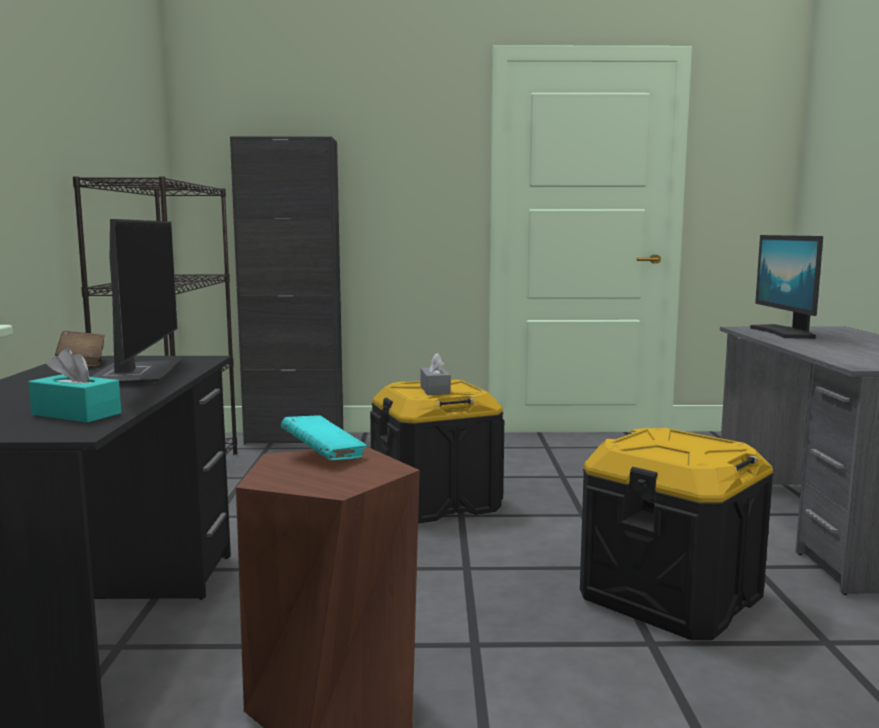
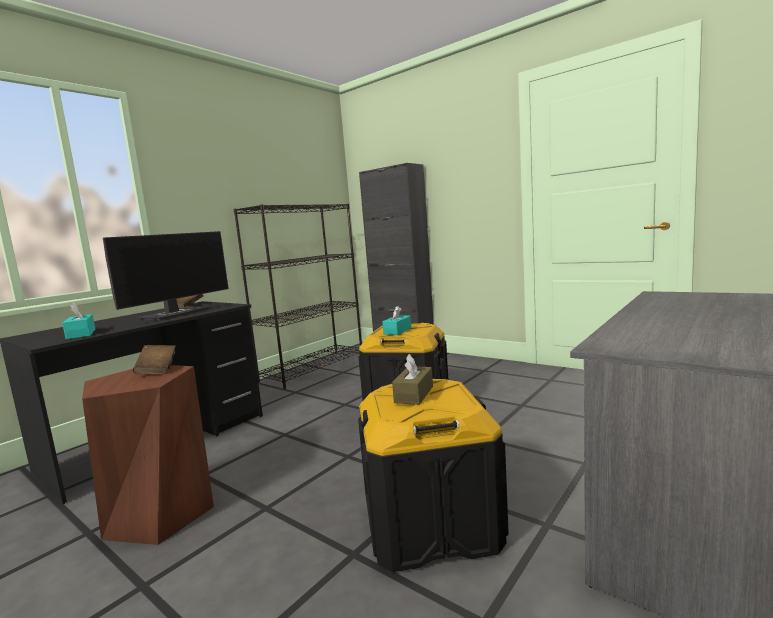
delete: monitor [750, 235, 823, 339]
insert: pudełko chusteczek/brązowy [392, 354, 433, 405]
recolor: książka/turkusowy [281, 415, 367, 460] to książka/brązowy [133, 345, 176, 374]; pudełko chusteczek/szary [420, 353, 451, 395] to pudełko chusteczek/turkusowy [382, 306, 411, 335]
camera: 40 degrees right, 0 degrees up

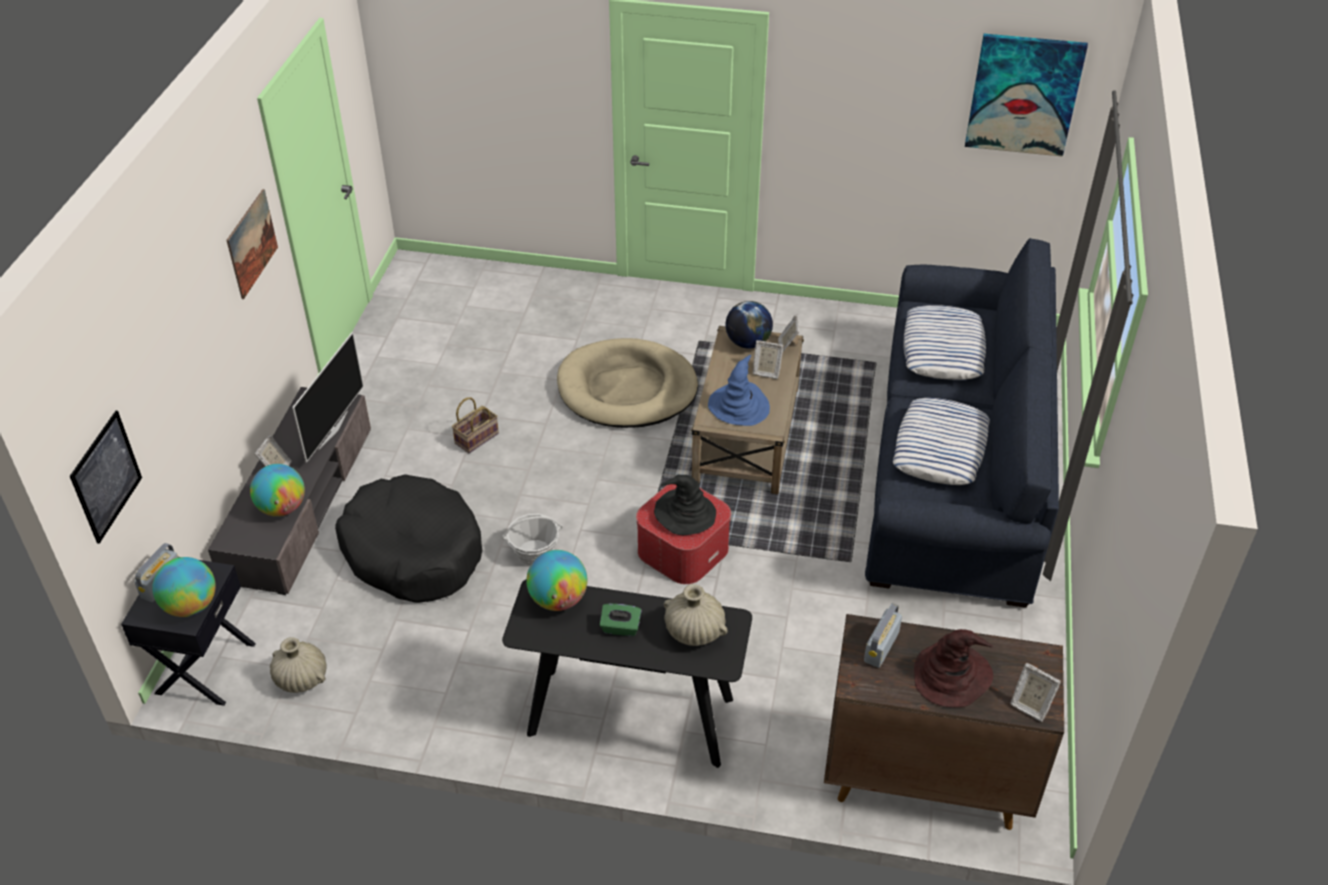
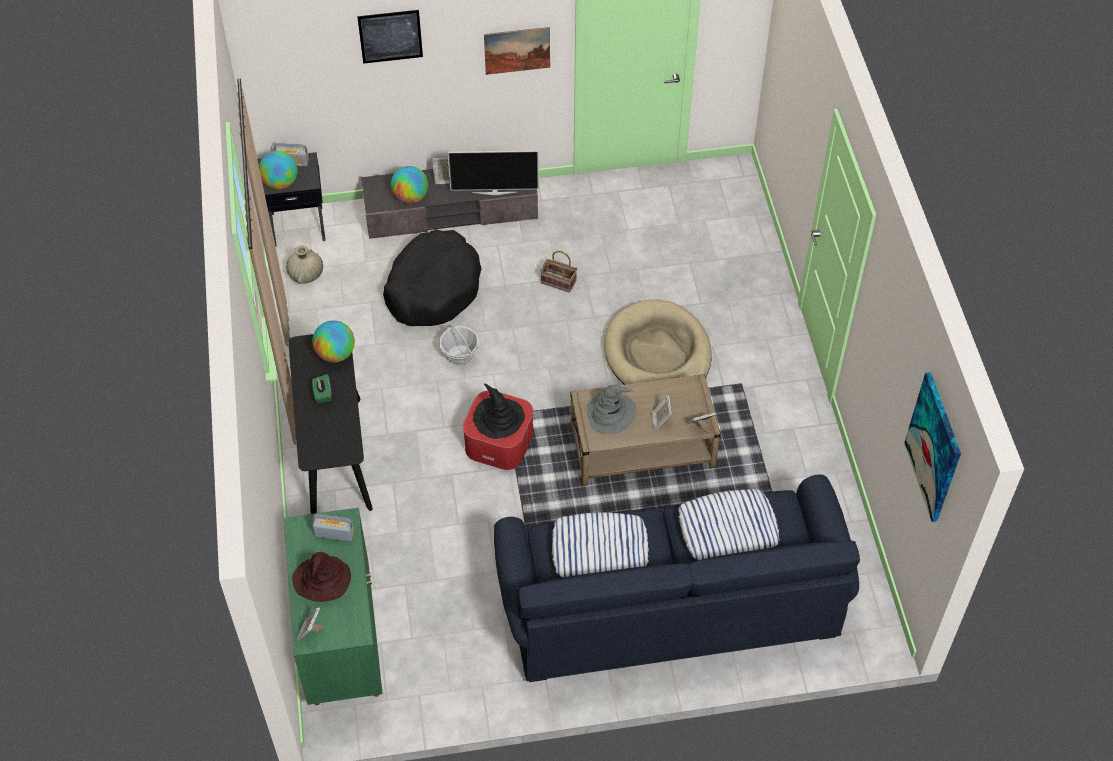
delete: wazon/beżowy [664, 584, 728, 646]; globus [725, 301, 773, 349]
move: obraz [70, 411, 142, 544] to [357, 10, 423, 64]
recolor: kapelusz/niebieski [708, 355, 770, 426] to kapelusz/szary [587, 385, 637, 434]; szafka/brązowy [824, 614, 1064, 830] to szafka/zielony [284, 508, 383, 705]
camera: 70 degrees right, 10 degrees up

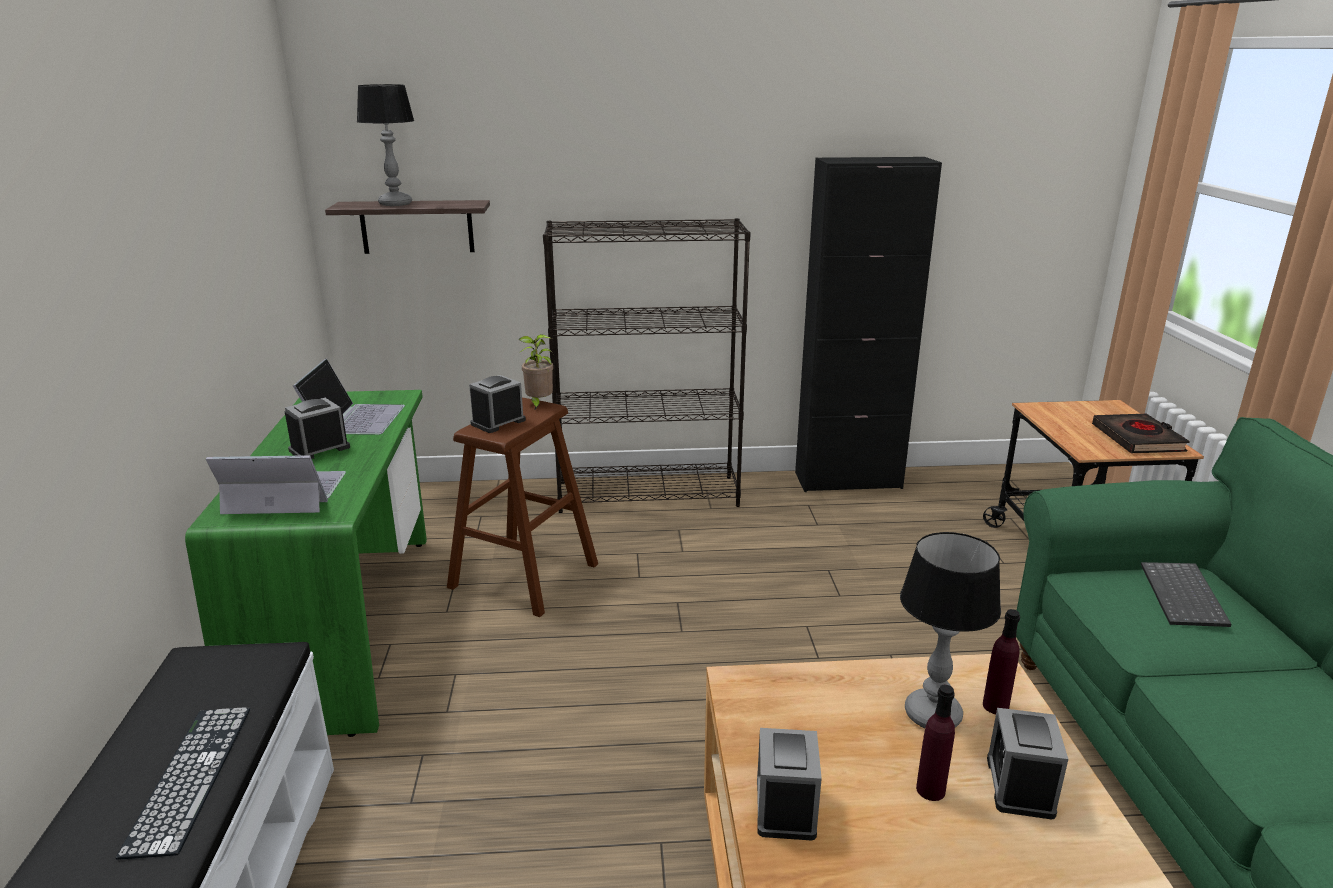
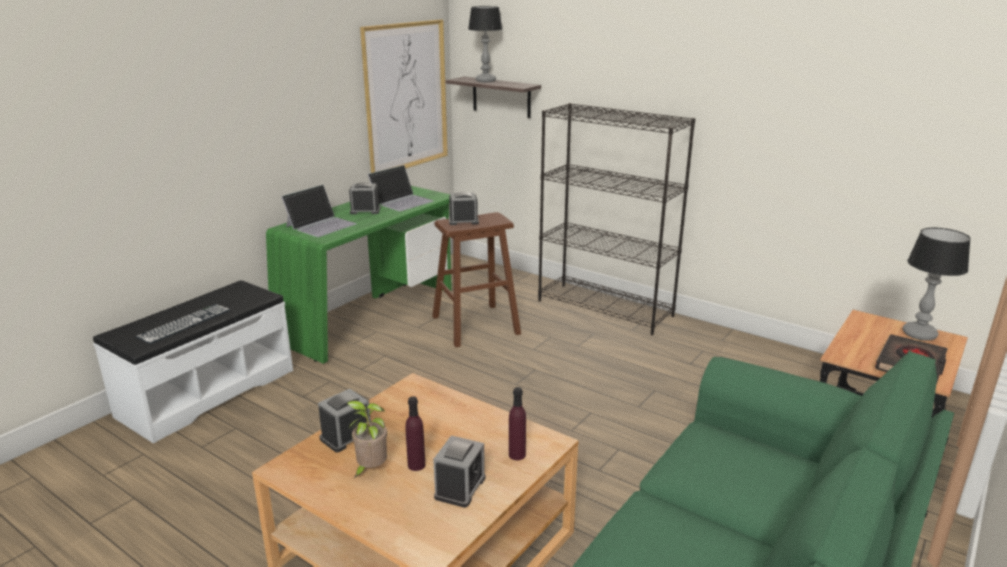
delete: szafka/czarny [795, 157, 942, 492]; klawiatura [1141, 562, 1231, 627]
insert: obraz [360, 20, 448, 173]
move: roślina doniczkowa [519, 334, 554, 411] to [347, 401, 387, 478]; lampa stołowa [900, 532, 1001, 728] to [903, 227, 971, 341]
rotate: laptop [206, 455, 346, 514] = [281, 185, 357, 237] 90 degrees clockwise; budzik [987, 708, 1068, 819] = [433, 436, 485, 508] 150 degrees clockwise
camera: 40 degrees right, 0 degrees up

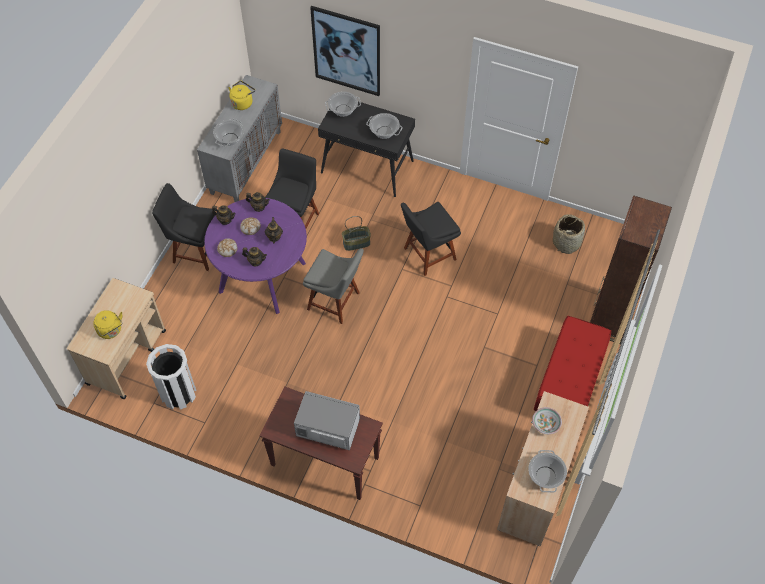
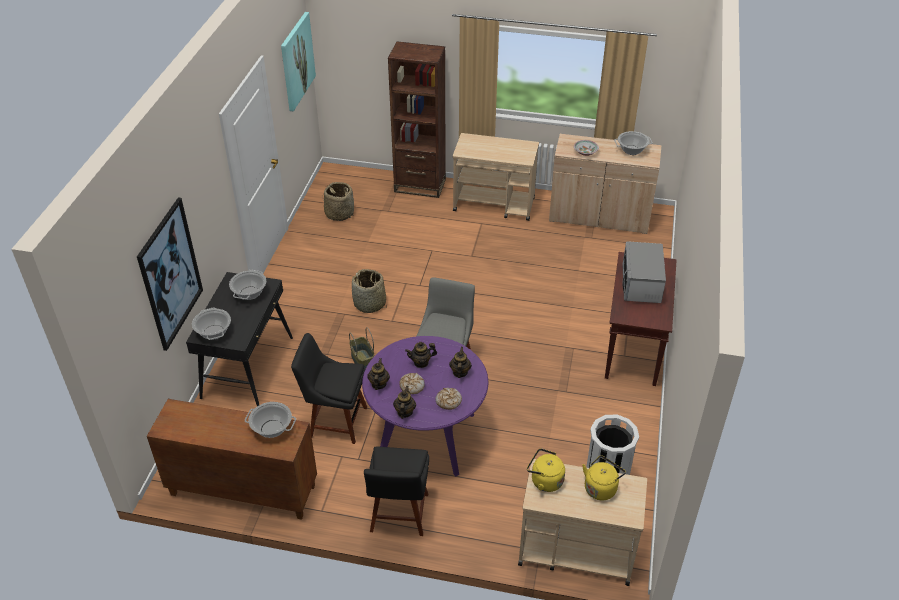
insert: obraz [281, 12, 316, 112]
move: czajnik/żółty [228, 81, 255, 110] to [527, 448, 565, 492]
replace: krzesło/czarny [401, 202, 461, 276] to koszyk [352, 269, 386, 313]; ławka/czerwony [534, 316, 611, 411] to wózek/beżowy [453, 133, 539, 221]
recolor: szafka/szary [197, 75, 282, 202] to szafka/brązowy [147, 399, 317, 520]
camera: 100 degrees left, 15 degrees down

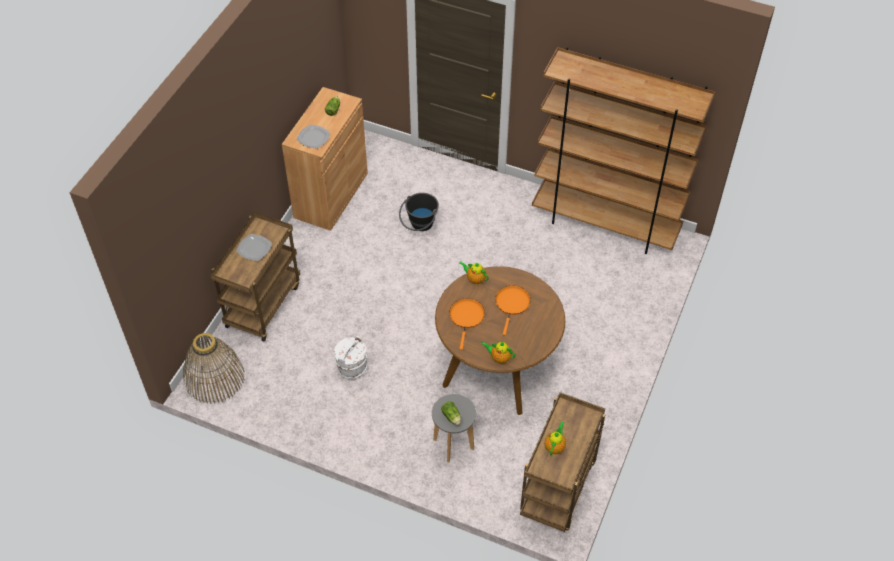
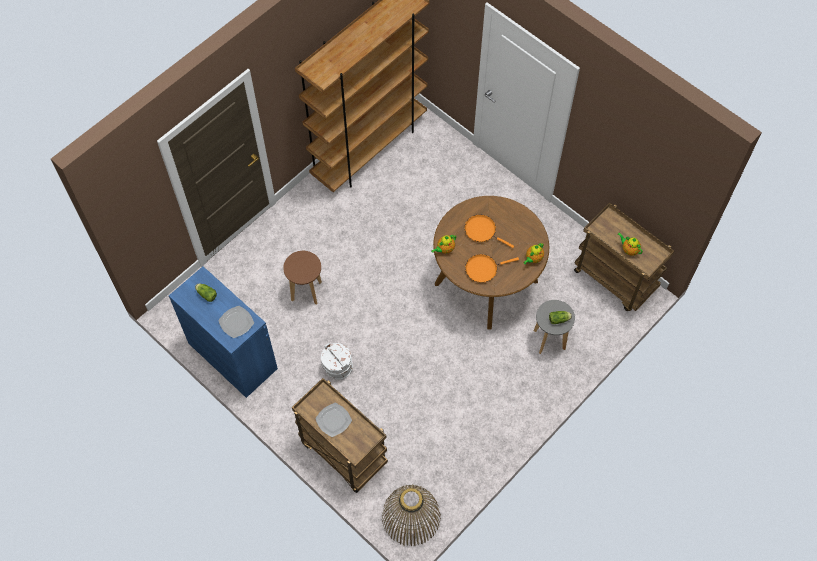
move: wiadro/biały [334, 336, 368, 379] to [321, 343, 353, 380]
replace: wiadro/czarny [399, 193, 439, 231] to stołek/brązowy [283, 251, 322, 304]
recolor: szafka/brązowy [282, 87, 368, 231] to szafka/niebieski [169, 266, 278, 398]
rotate: patelnia/pomarańczowy [449, 298, 485, 350] = [465, 254, 519, 283] 45 degrees counterclockwise
camera: 70 degrees left, 10 degrees up

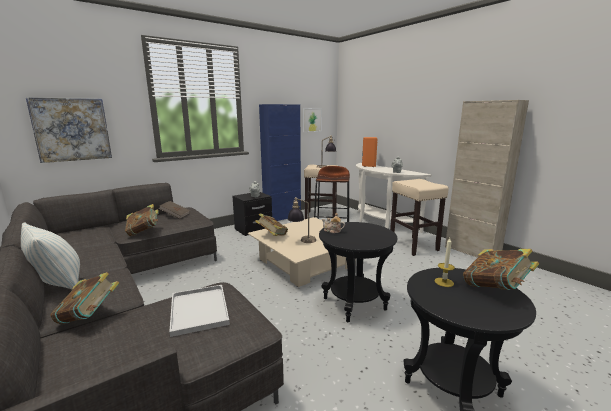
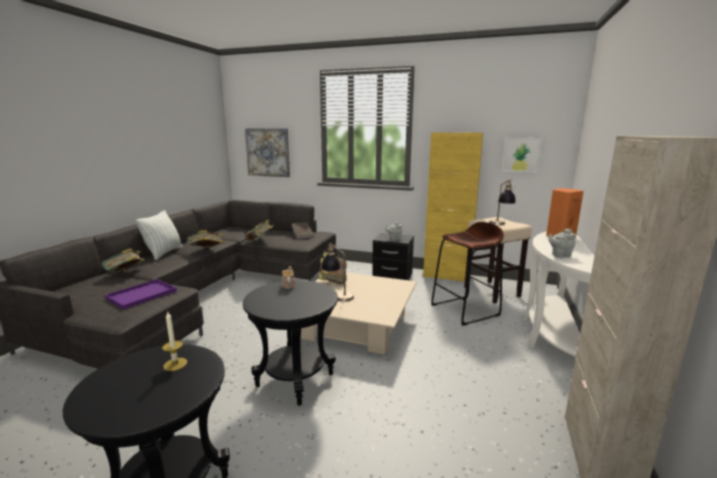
delete: stołek/beżowy [390, 179, 449, 256]
move: książka [463, 249, 539, 290] to [187, 230, 224, 248]
recolor: taca/biały [169, 285, 230, 337] to taca/fioletowy [105, 279, 177, 309]; szafka/niebieski [259, 104, 301, 221] to szafka/żółty [423, 132, 483, 282]
camera: 55 degrees right, 0 degrees up

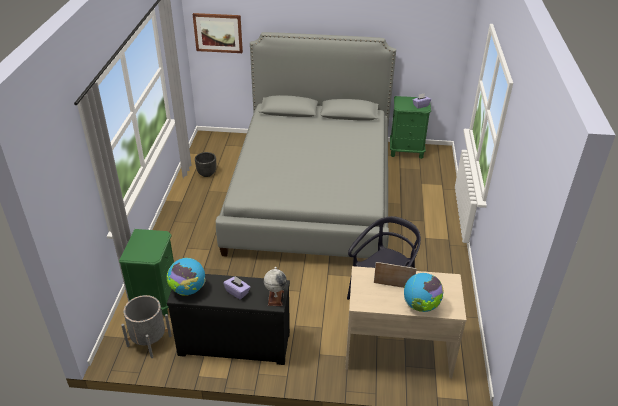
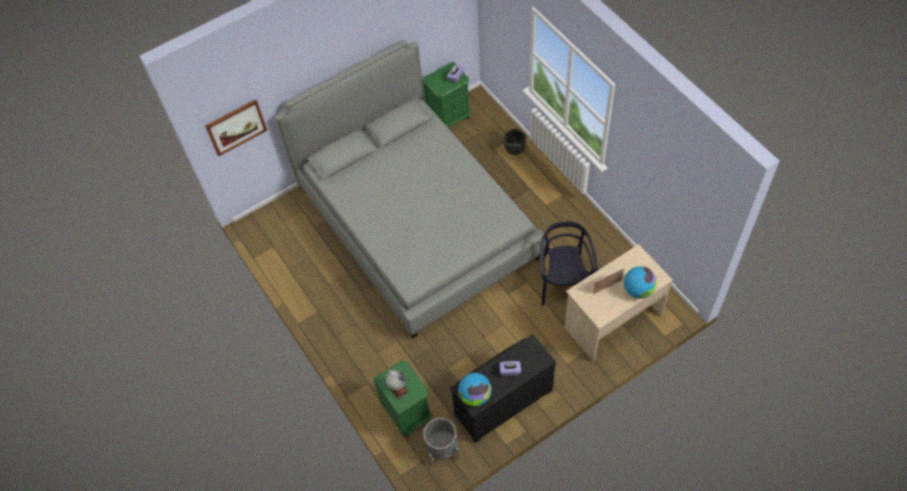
move: donica/czarny [195, 152, 216, 177] to [504, 129, 526, 155]; globus [264, 267, 287, 306] to [386, 370, 408, 399]
camera: 35 degrees left, 20 degrees up

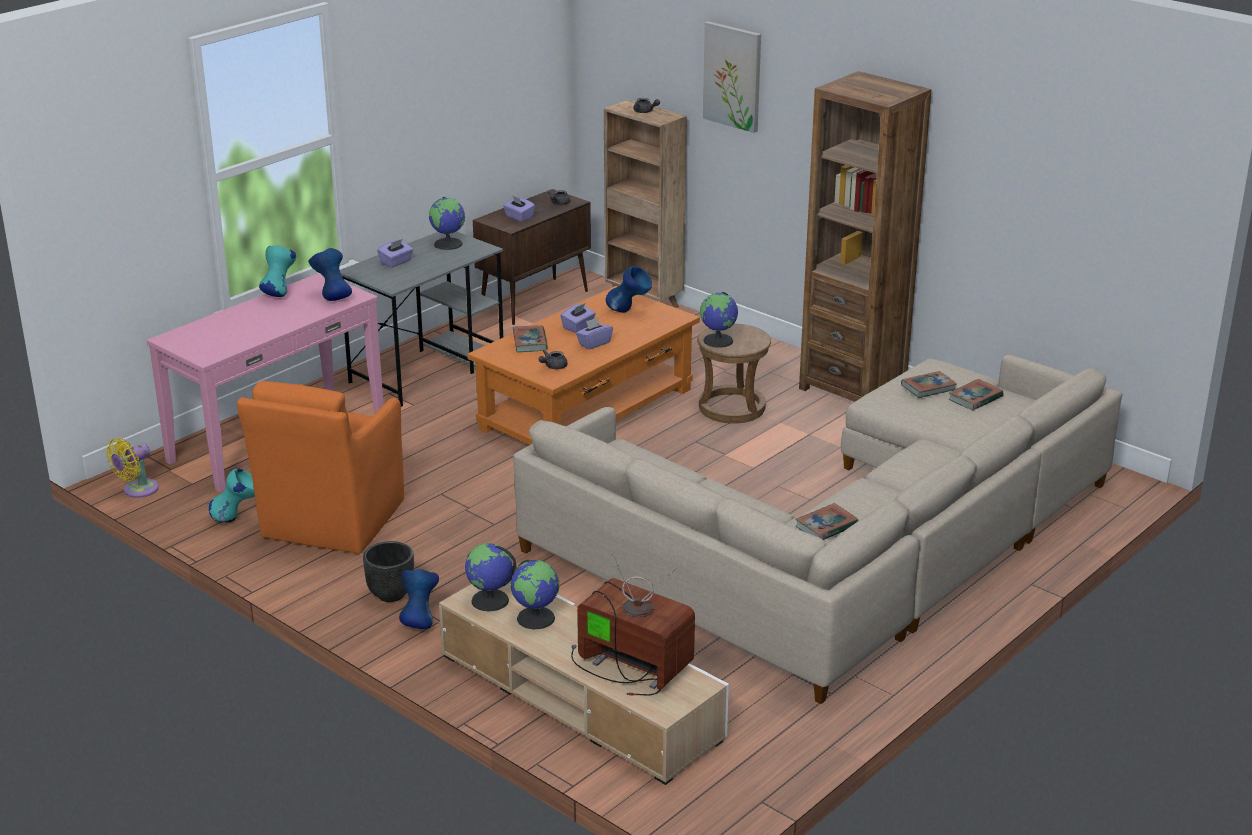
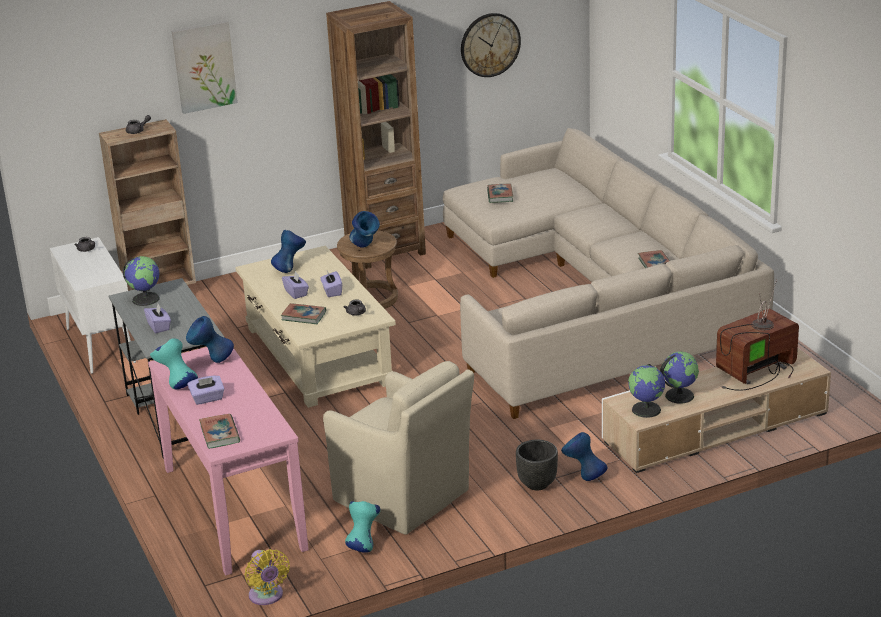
insert: zegar ścienny [461, 13, 521, 77]
move: pudełko chusteczek/fioletowy [503, 195, 535, 222] to [187, 376, 224, 405]; książka [949, 379, 1004, 410] to [199, 414, 240, 449]
replace: globus [700, 292, 738, 348] to wazon/niebieski [349, 211, 380, 248]
recolor: fotel/pomarańczowy [237, 381, 404, 554] to fotel/beżowy [323, 361, 474, 535]; ława/pomarańczowy [467, 286, 700, 445] to ława/beżowy [235, 246, 396, 408]; szafka/brązowy [473, 189, 591, 325] to szafka/biały [50, 237, 136, 374]
camera: 65 degrees left, 0 degrees up

